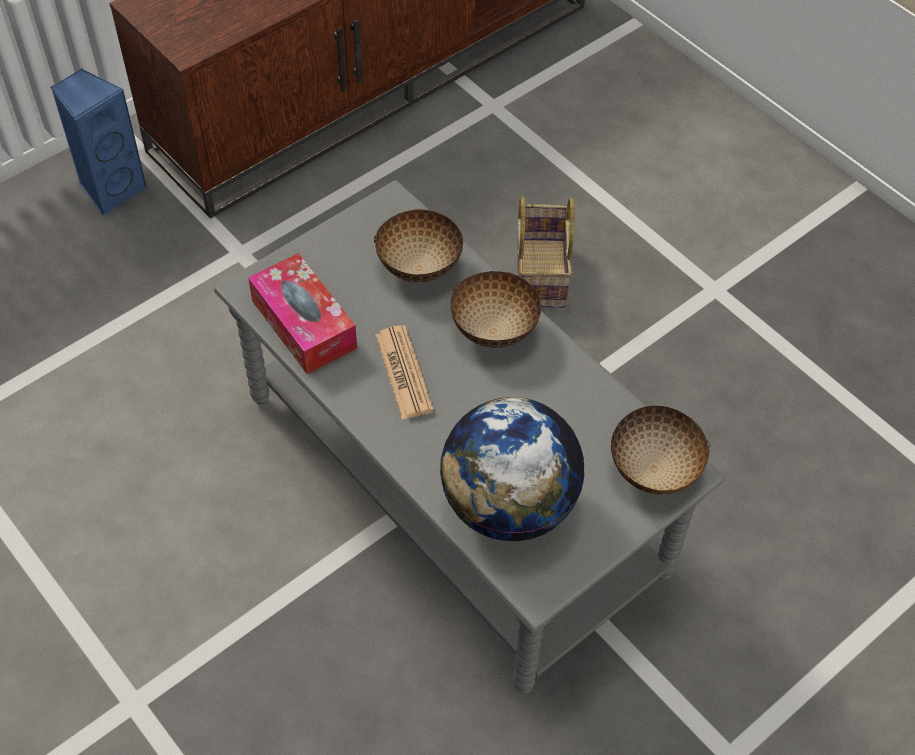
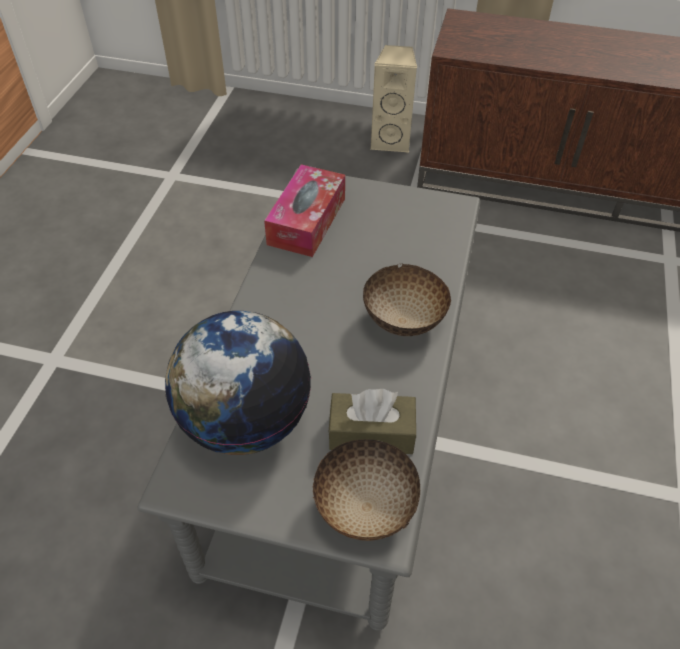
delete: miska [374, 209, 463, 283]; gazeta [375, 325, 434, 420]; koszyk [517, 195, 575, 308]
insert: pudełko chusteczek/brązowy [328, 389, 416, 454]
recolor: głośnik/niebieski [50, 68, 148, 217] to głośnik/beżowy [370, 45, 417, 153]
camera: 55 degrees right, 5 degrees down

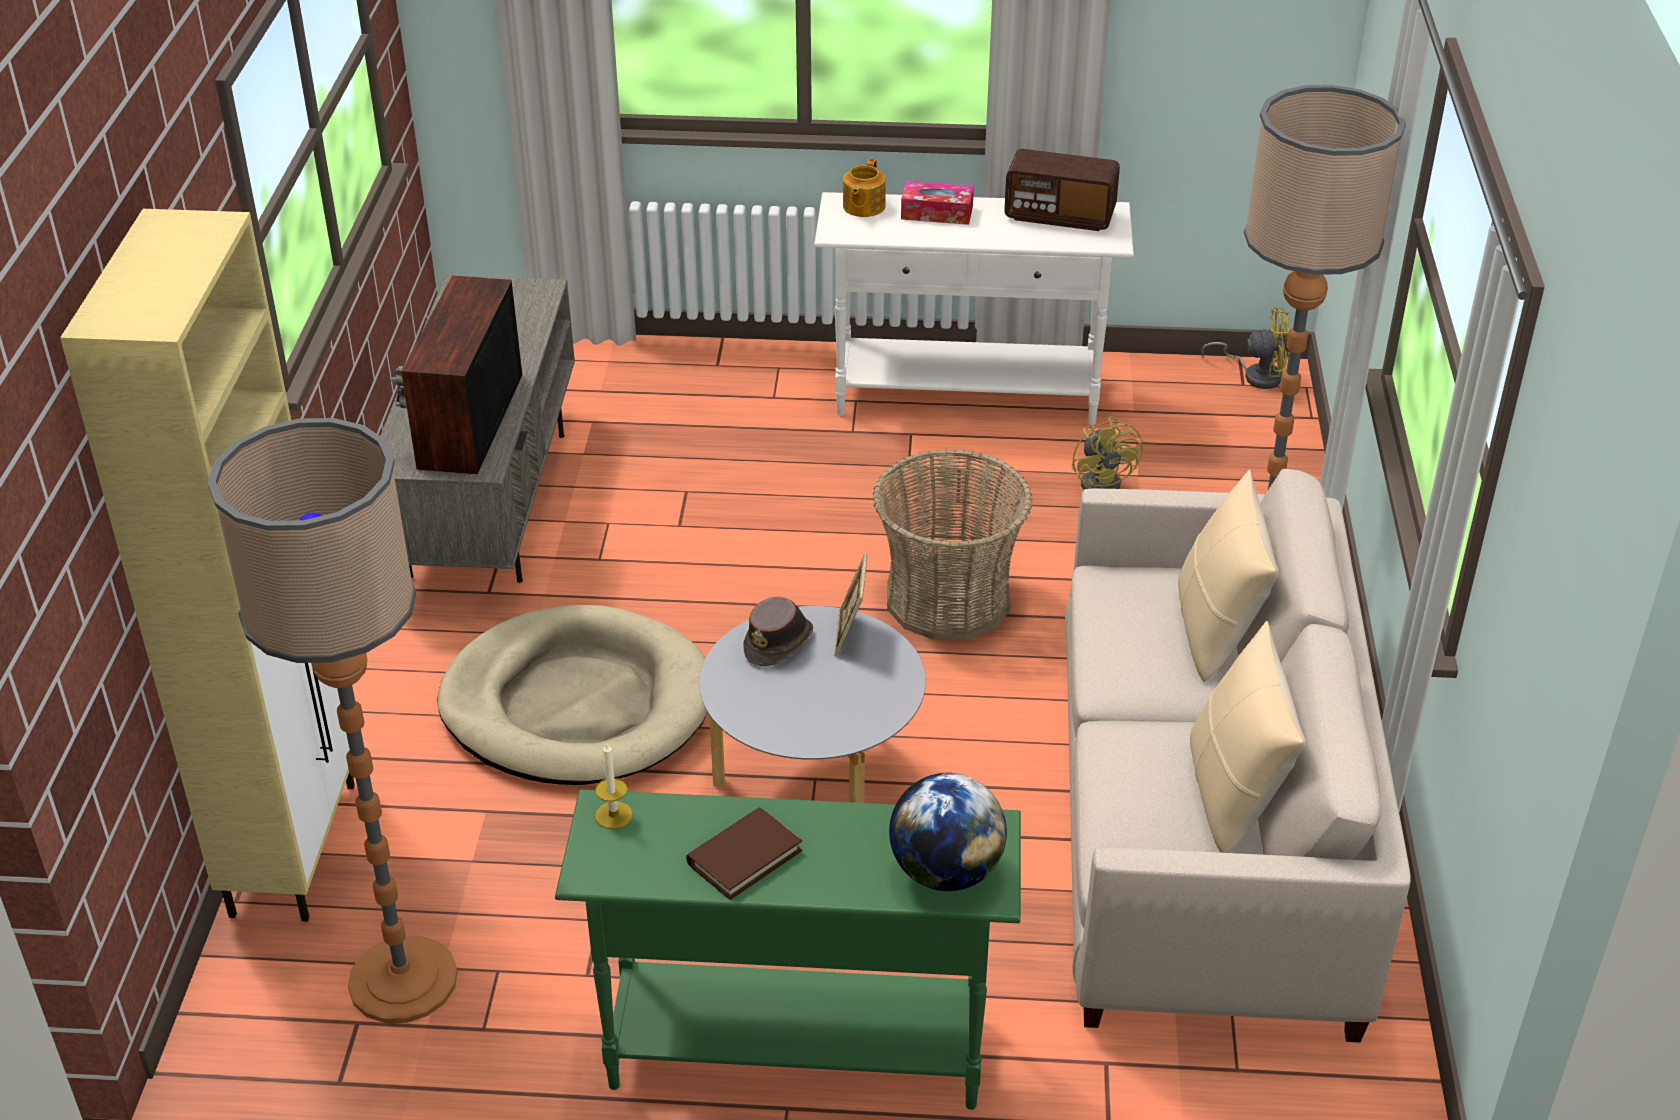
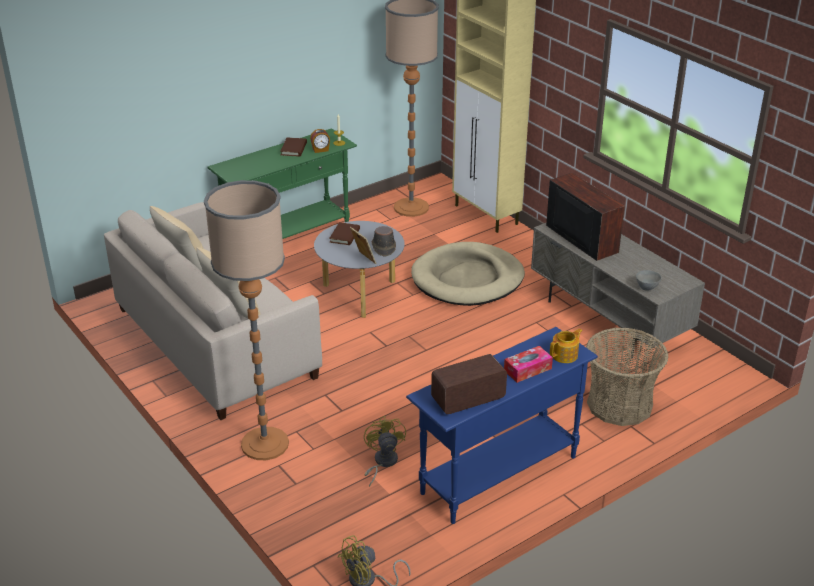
delete: globus [889, 773, 1007, 891]
insert: budzik [310, 129, 330, 153]; książka/brązowy [329, 222, 360, 245]; miska/szary [636, 270, 662, 291]
move: koszyk [873, 449, 1033, 640] to [586, 328, 668, 426]
recolor: stolik konsolowy/biały [814, 192, 1134, 425] to stolik konsolowy/niebieski [406, 327, 598, 524]
rotate: imbryk [843, 158, 886, 217] = [550, 329, 582, 363] 75 degrees clockwise; wentylator/żółty [1072, 416, 1143, 490] = [364, 416, 406, 487] 45 degrees clockwise
camera: 140 degrees right, 5 degrees down

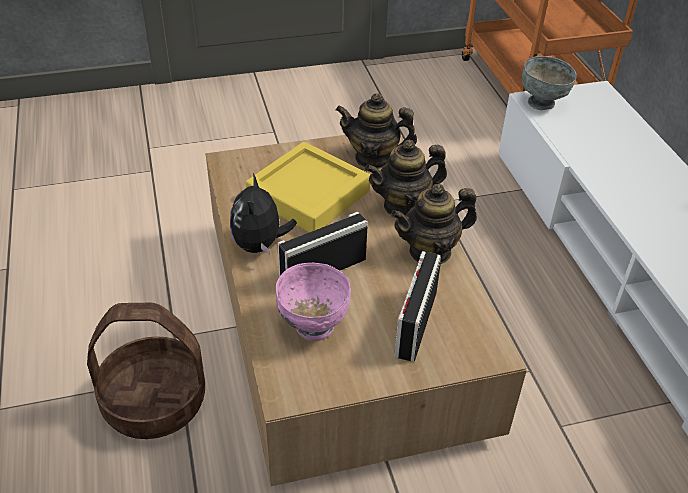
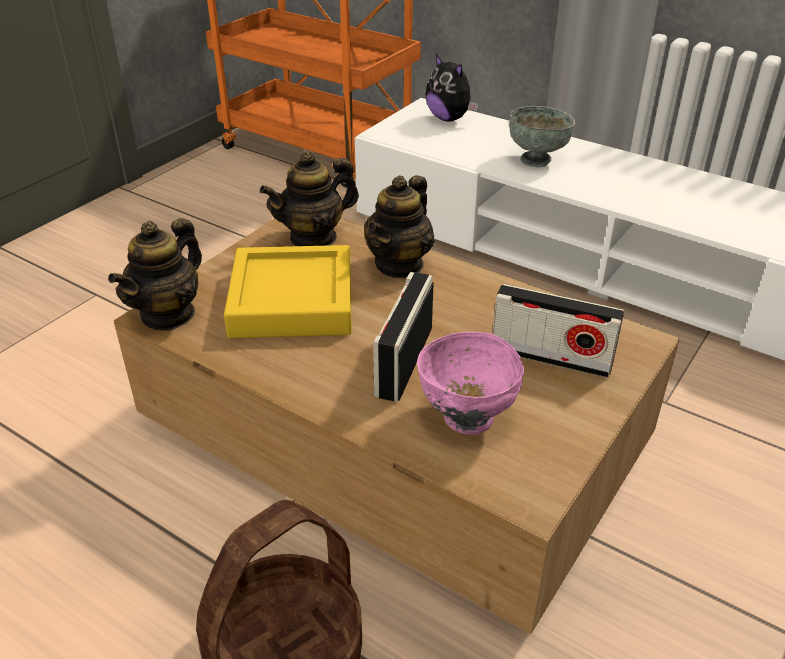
move: pluszak [230, 173, 297, 255] to [425, 54, 478, 122]; imbryk [391, 184, 477, 264] to [108, 218, 202, 331]; miska/szary [522, 56, 577, 110] to [509, 106, 575, 167]
rotate: radio [394, 251, 441, 361] = [493, 284, 624, 378] 45 degrees counterclockwise
camera: 40 degrees left, 5 degrees down

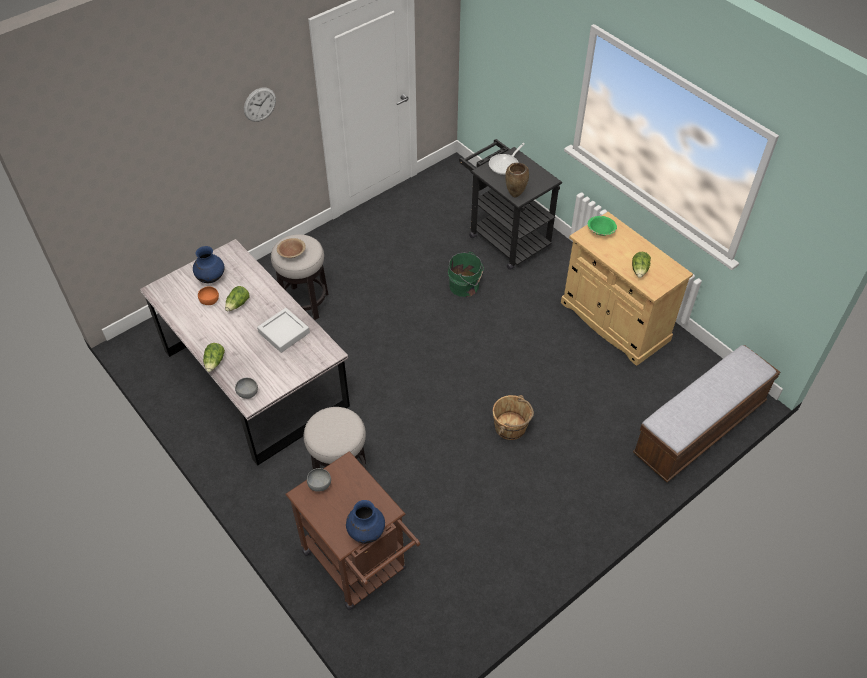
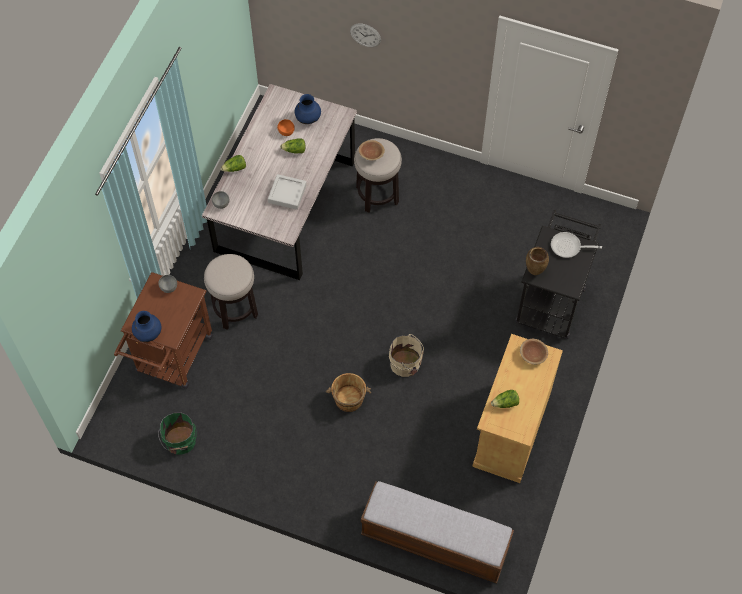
insert: wiadro/beżowy [389, 334, 424, 377]
move: zegar ścienny [244, 87, 276, 122] to [350, 24, 381, 47]; wiadro/zielony [448, 252, 484, 297] to [158, 413, 196, 454]
recolor: miska/zielony [588, 216, 617, 236] to miska/brązowy [520, 339, 548, 365]
camera: 60 degrees right, 10 degrees up

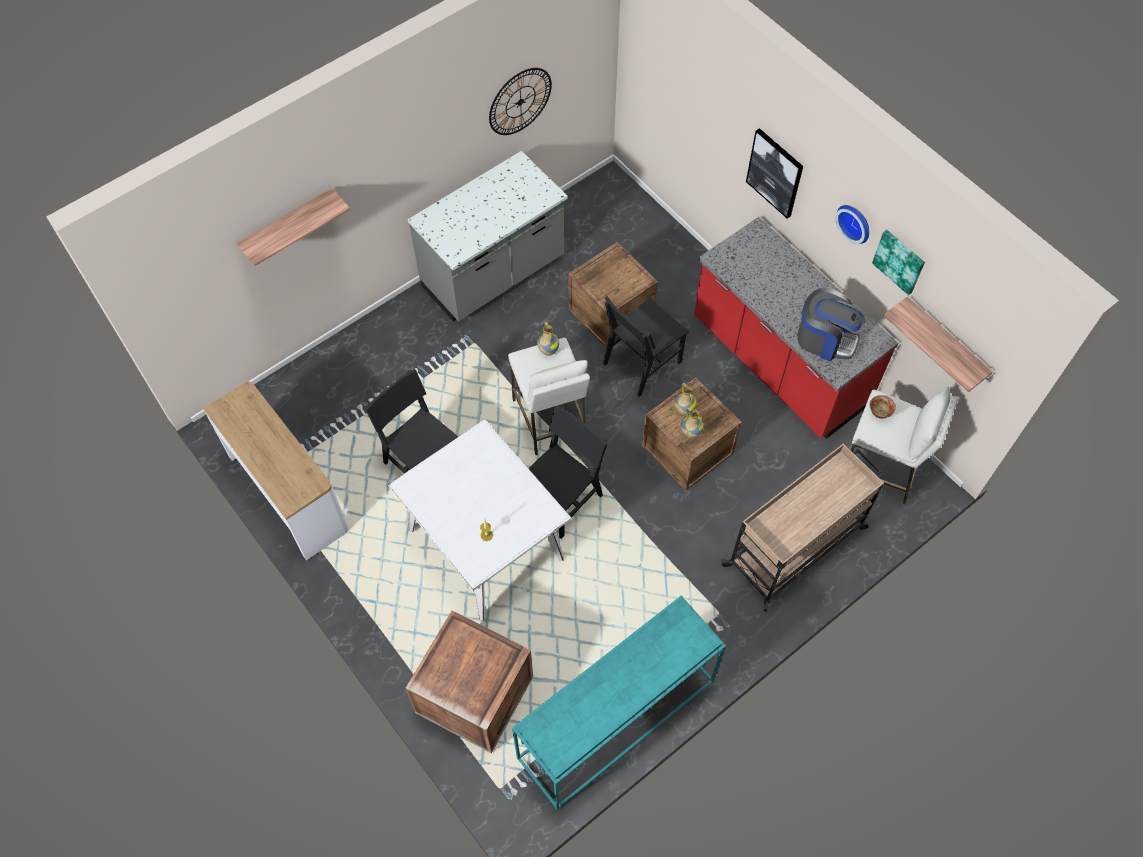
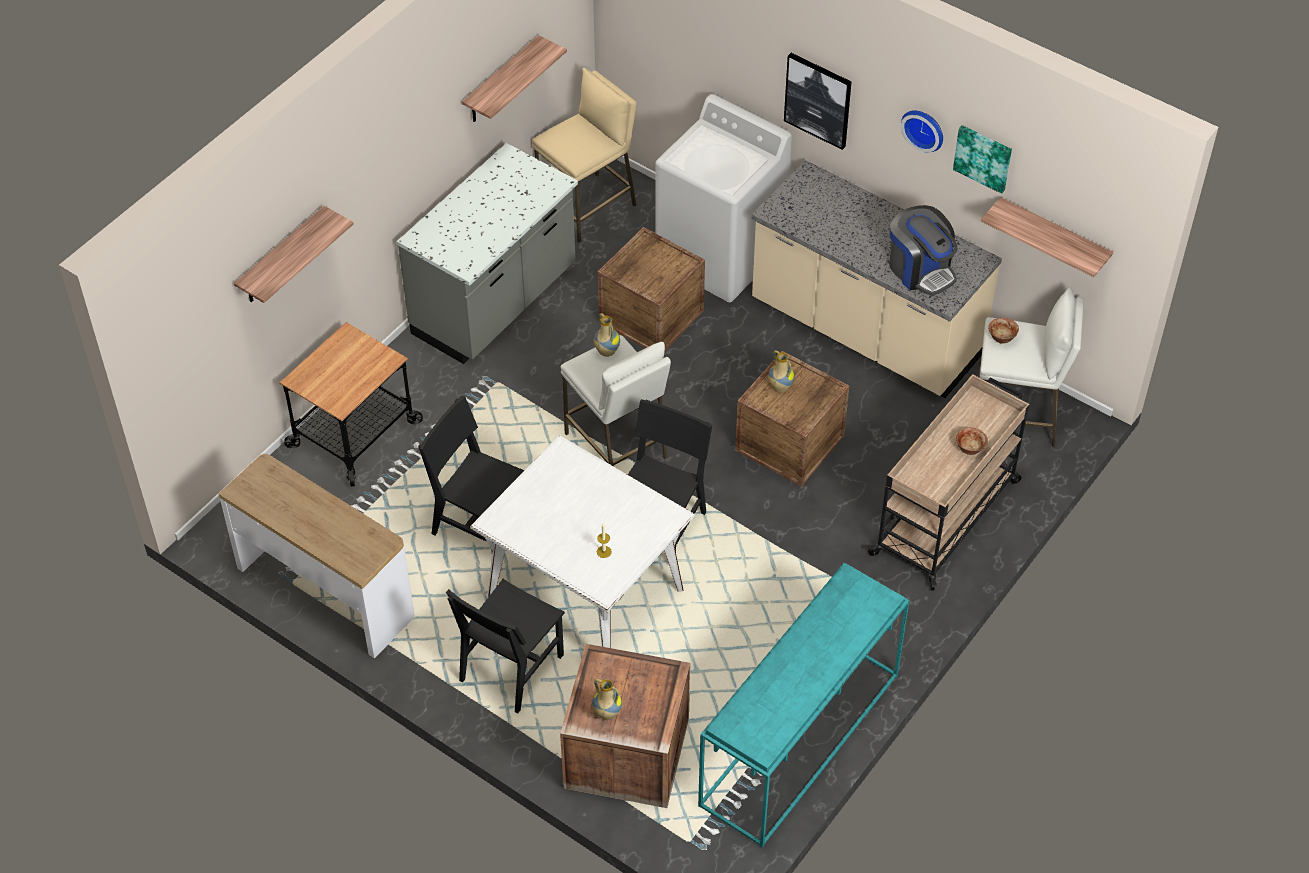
insert: wózek [280, 322, 423, 487]; stołek/beżowy [532, 68, 637, 243]; pralka/biały [655, 94, 792, 302]; miska [956, 427, 988, 455]
move: krzesło/czarny [603, 296, 689, 397] to [446, 579, 565, 713]; wazon [681, 407, 703, 438] to [592, 679, 622, 720]
replace: zegar ścienny [489, 68, 552, 135] to półka [462, 35, 567, 122]
recolor: zabudowa kuchenna/czerwony [694, 217, 898, 439] to zabudowa kuchenna/beżowy [752, 160, 1002, 398]
rotate: ekspres do kawy [797, 288, 865, 361] = [889, 205, 958, 296] 45 degrees clockwise
camera: 15 degrees left, 10 degrees down

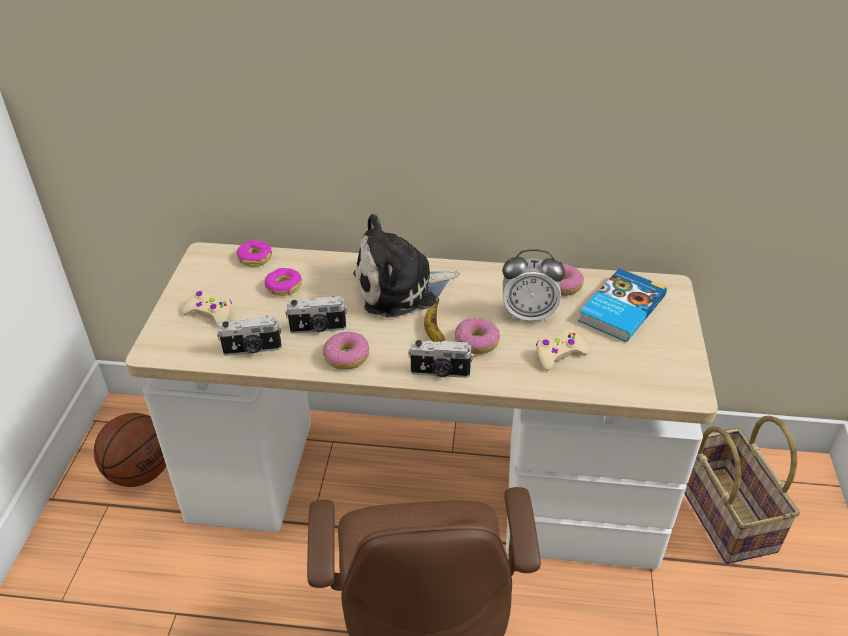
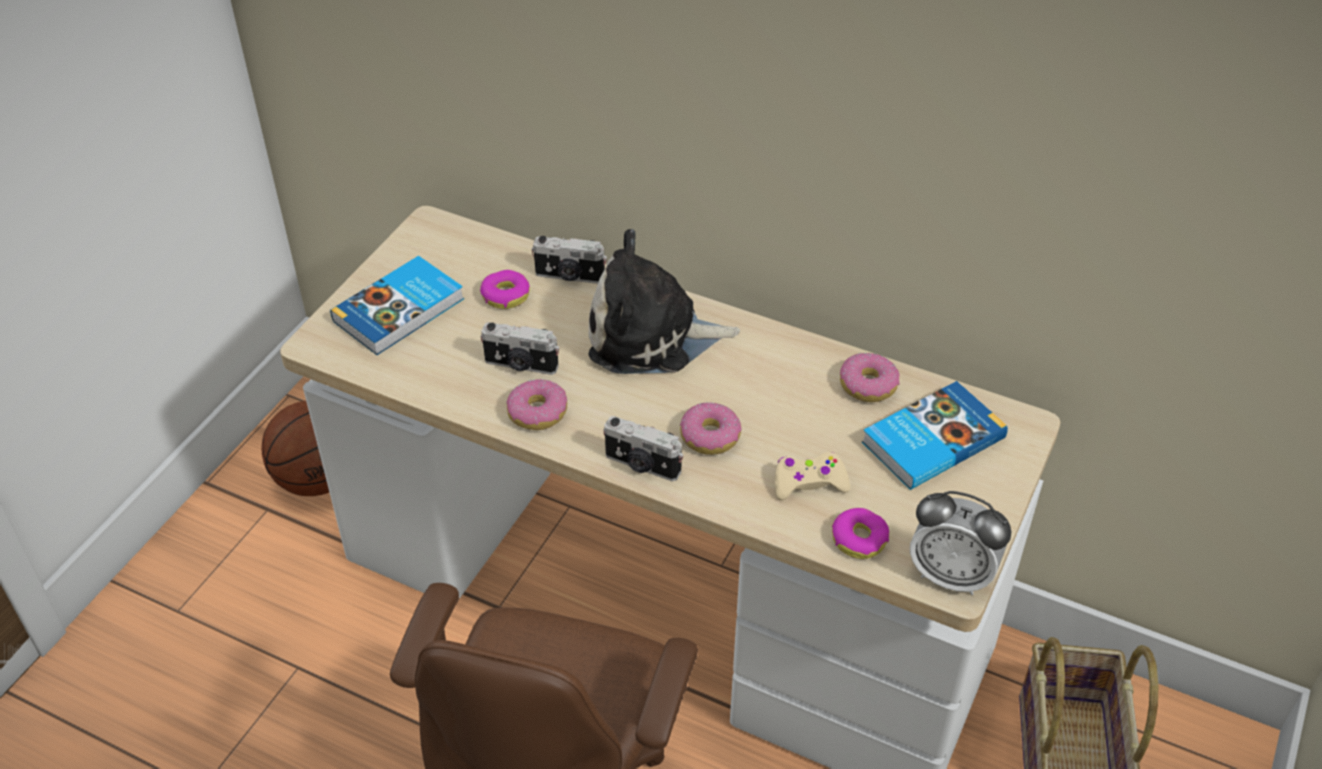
delete: banan [424, 298, 445, 342]
move: aparat fotograficzny [217, 316, 282, 356] to [532, 236, 607, 284]; donut [237, 240, 272, 267] to [832, 508, 889, 559]; budzik [502, 249, 565, 322] to [910, 491, 1011, 595]
replace: pad do gier/beżowy [181, 291, 232, 326] to książka [330, 256, 464, 355]
camera: 20 degrees right, 5 degrees up

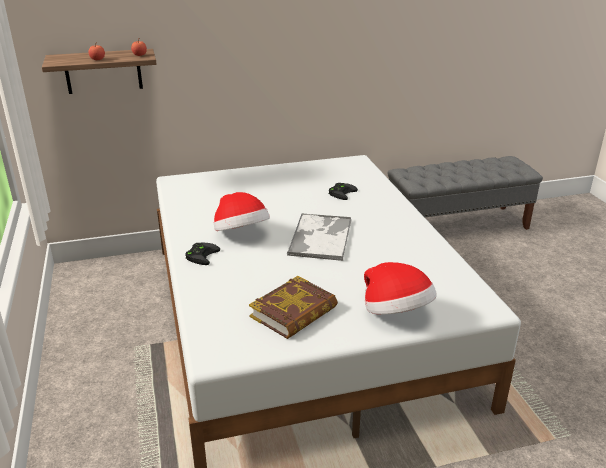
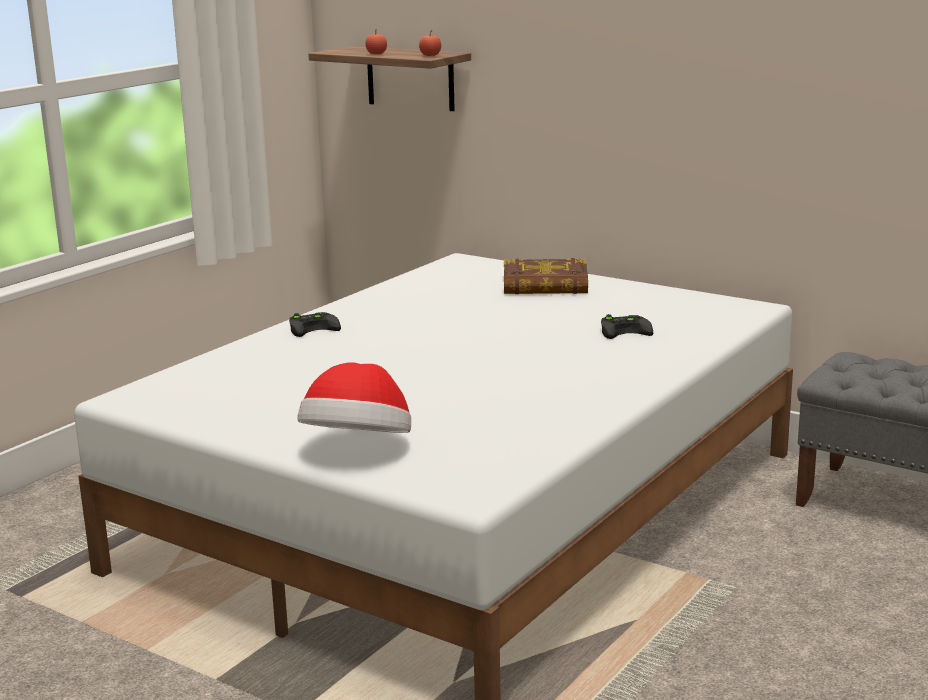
delete: kapelusz [214, 192, 270, 231]; taca [287, 213, 352, 261]
move: książka [249, 276, 338, 339] to [504, 258, 588, 294]
camera: 50 degrees right, 10 degrees down

